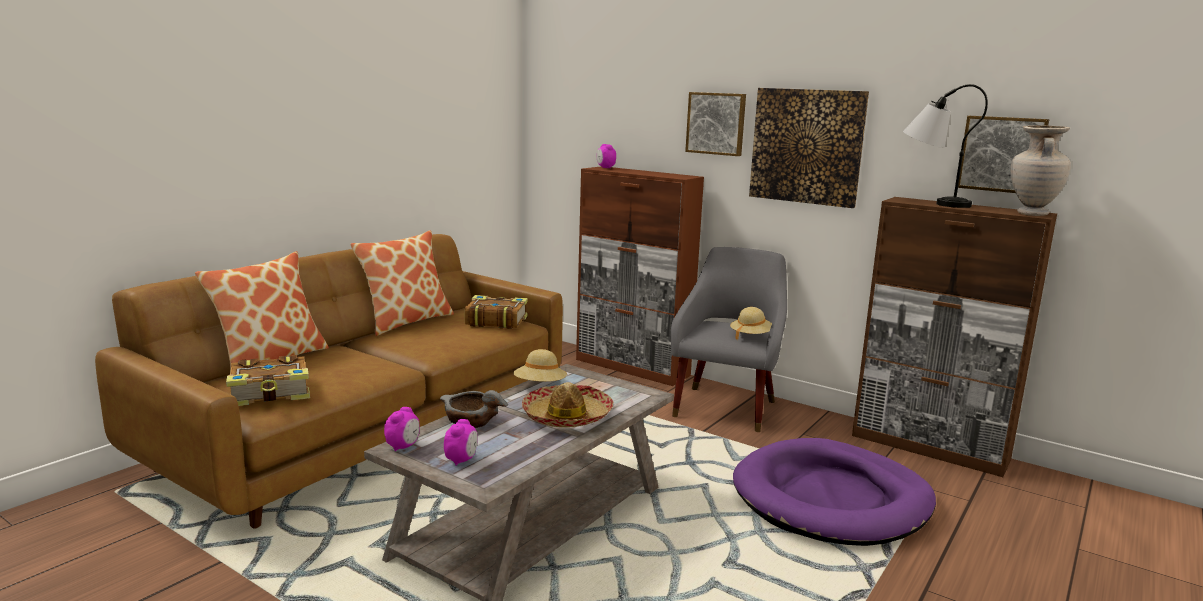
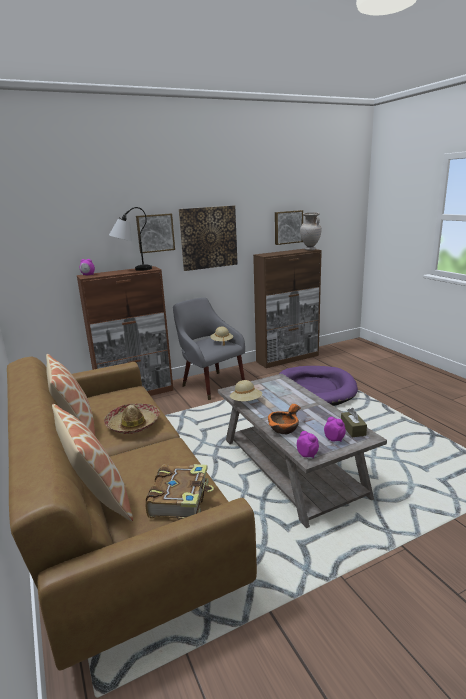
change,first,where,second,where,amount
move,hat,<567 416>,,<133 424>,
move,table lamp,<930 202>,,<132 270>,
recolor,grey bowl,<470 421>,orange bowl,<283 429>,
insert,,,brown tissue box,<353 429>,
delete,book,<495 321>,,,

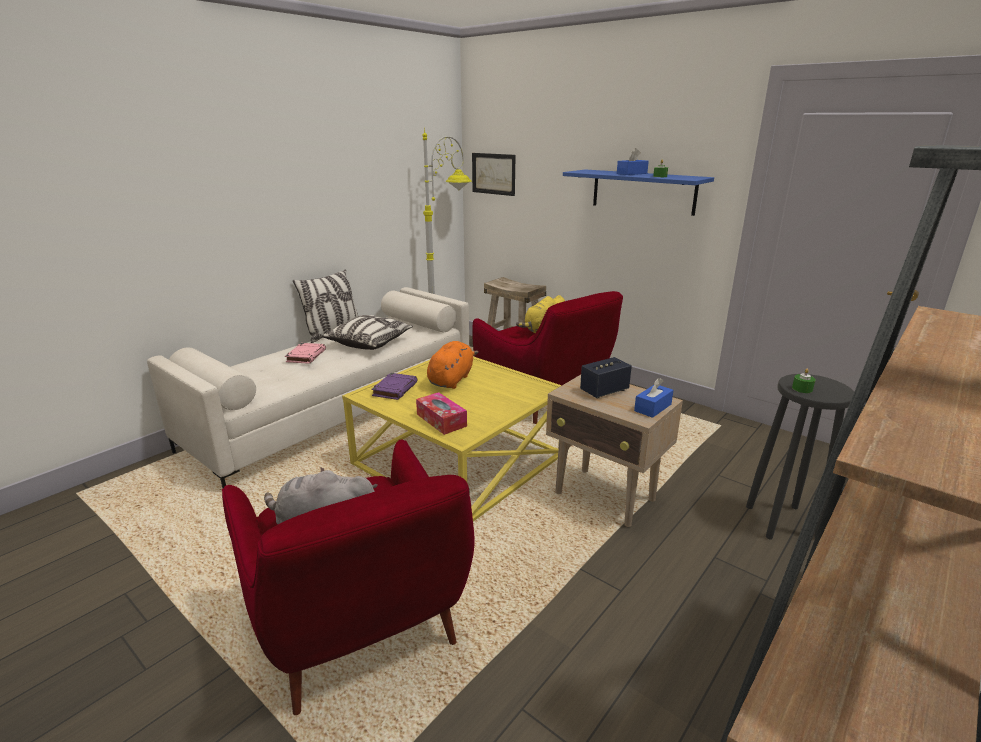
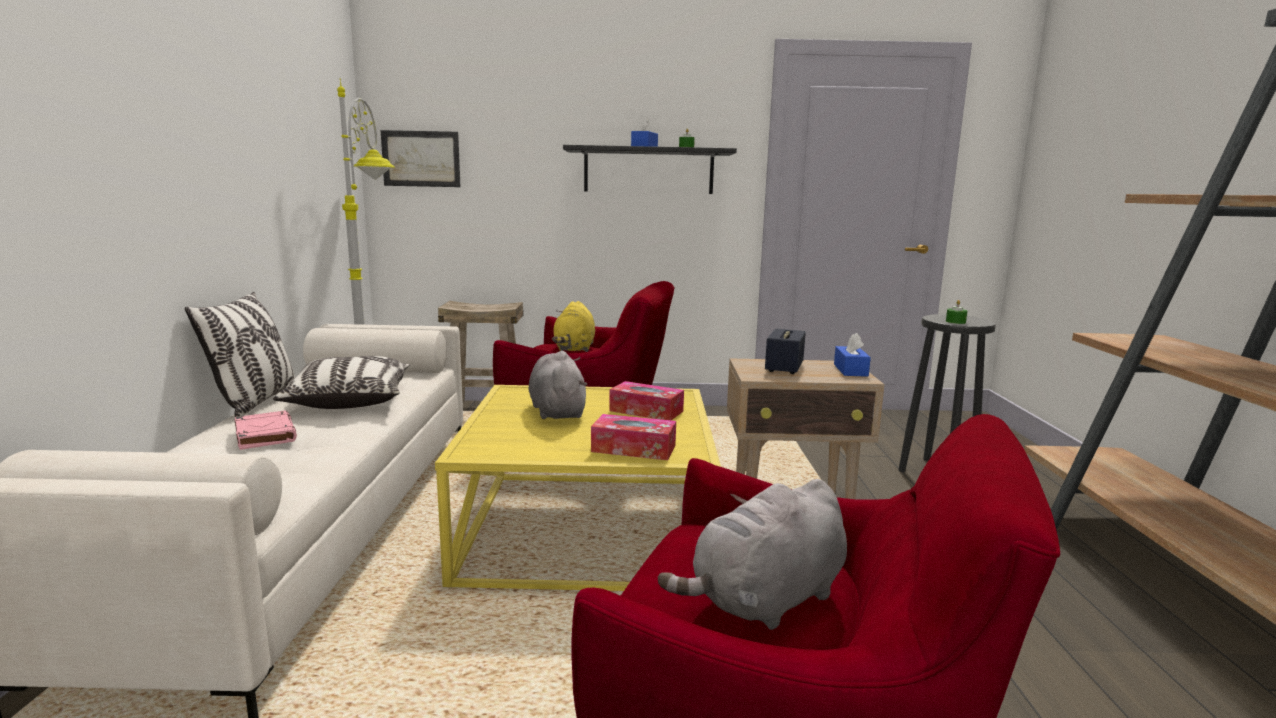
change,first,where,second,where,amount
recolor,orange plush toy,<451 379>,grey plush toy,<557 411>,
recolor,blue shelf,<643 191>,black shelf,<648 171>,
insert,,,tissue box,<646 411>,
delete,purple book,<395 389>,,,

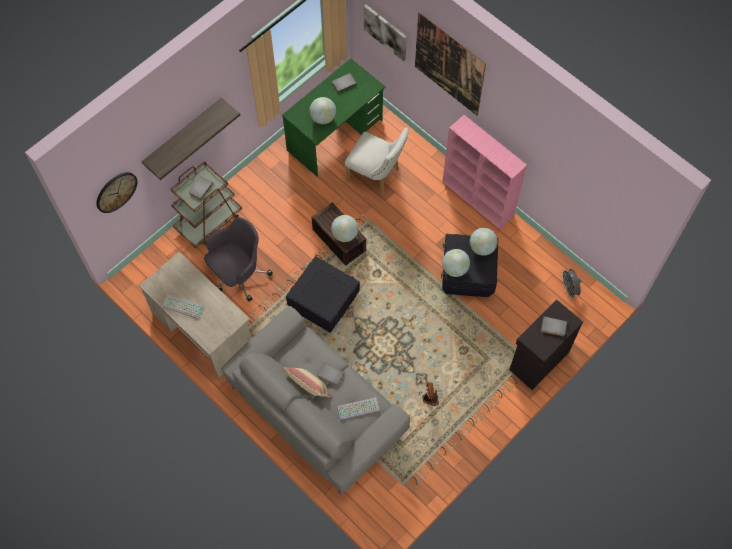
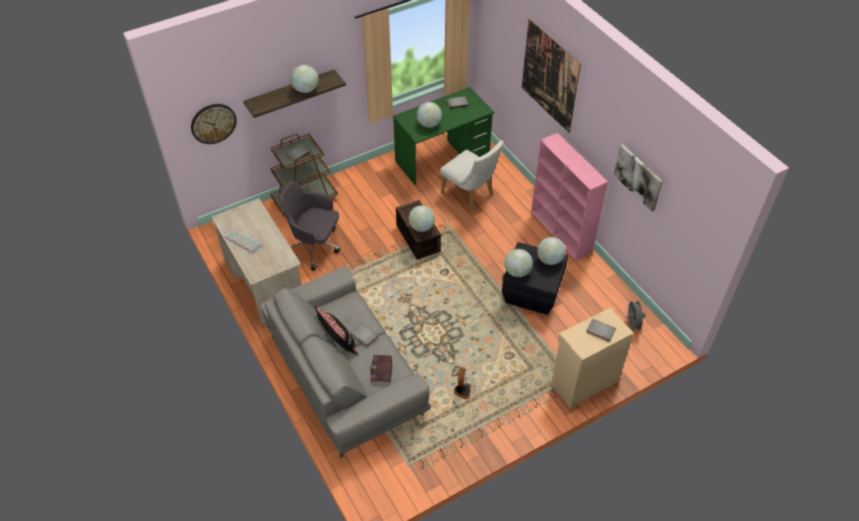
change,first,where,second,where,amount
rotate,grey office chair,<238 274>,,<314 246>,135 degrees counterclockwise
insert,,,globe,<305 90>,
recolor,beige pillow,<309 389>,black pillow,<338 343>,
replace,keyboard,<358 407>,book,<381 370>,
recolor,black cabinet,<538 360>,beige cabinet,<583 382>,
move,picture,<385 32>,,<638 177>,
delete,black storage box,<324 305>,,,

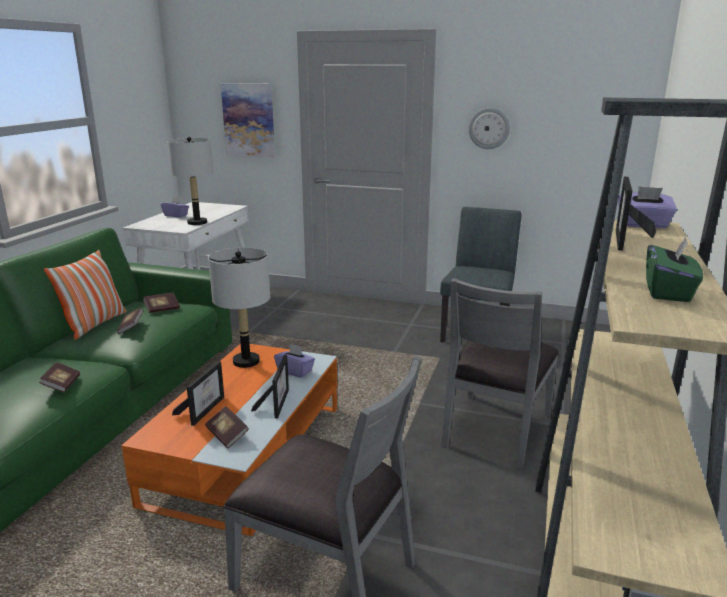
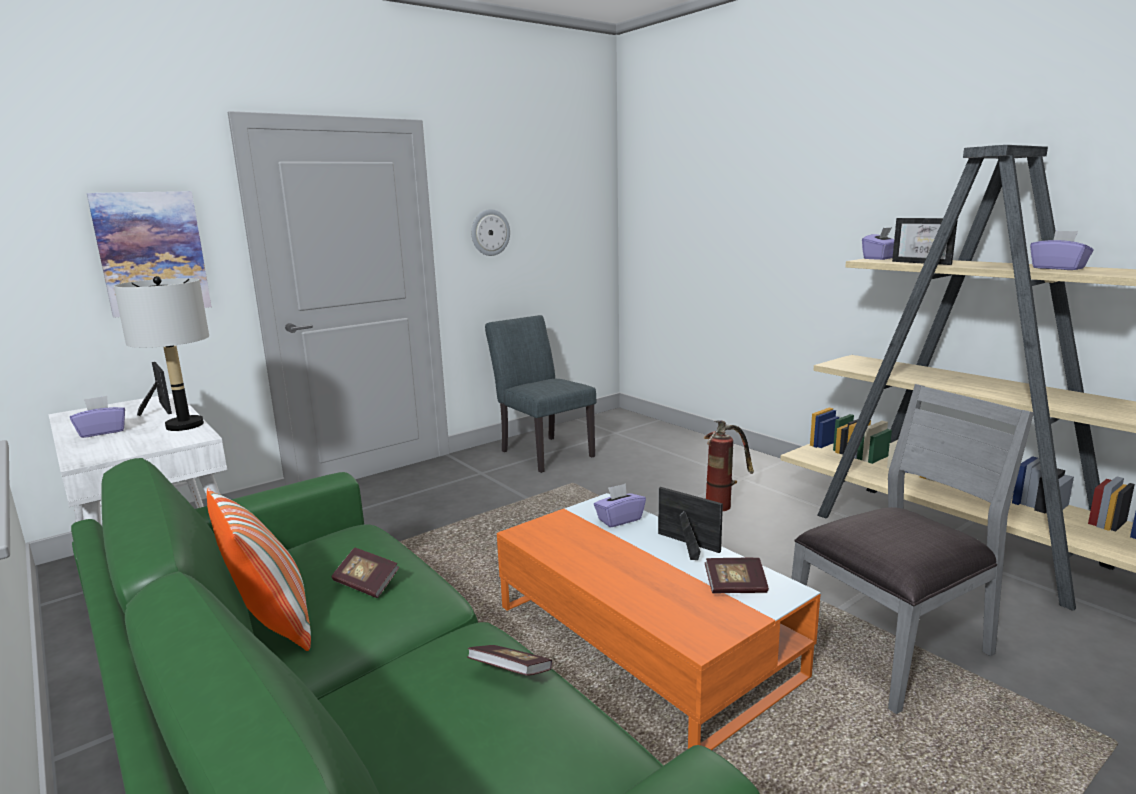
change,first,where,second,where,amount
move,picture frame,<203 409>,,<158 408>,
replace,grey chair,<495 429>,fire extinguisher,<723 502>,
recolor,green tissue box,<668 291>,purple tissue box,<1058 268>,
delete,book,<162 309>,,,
delete,grey table lamp,<246 361>,,,

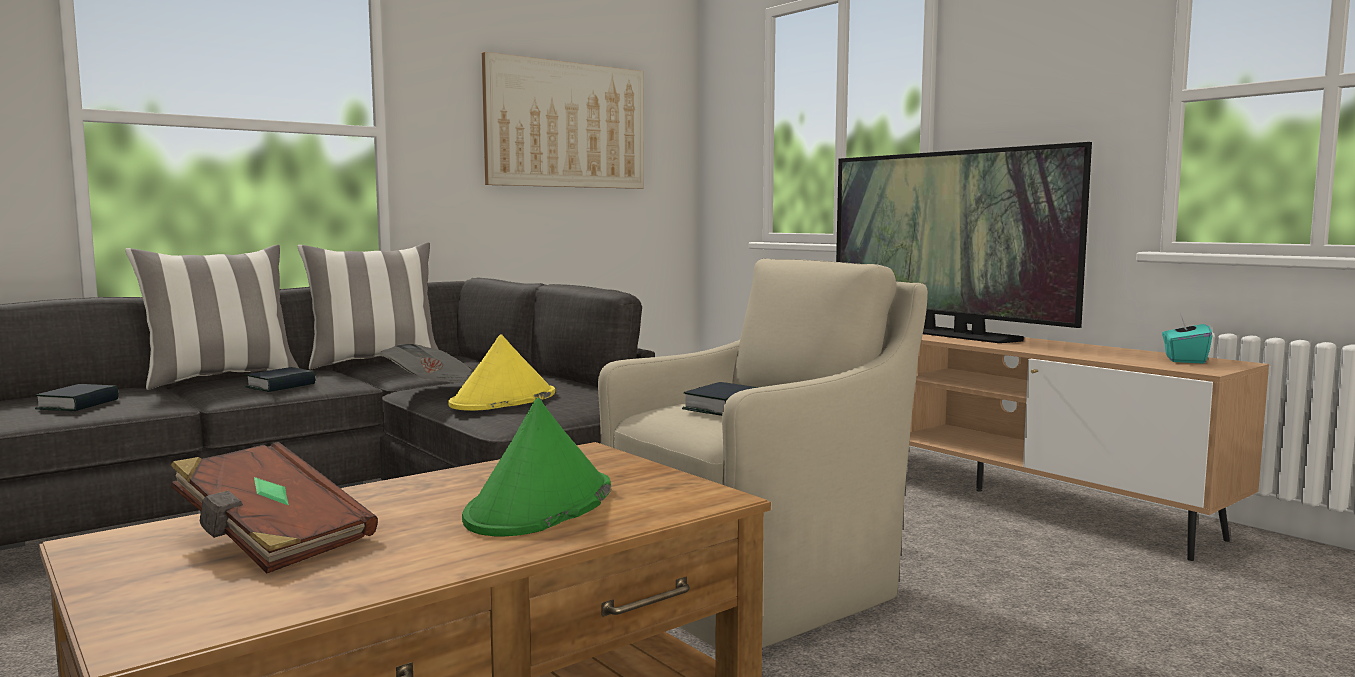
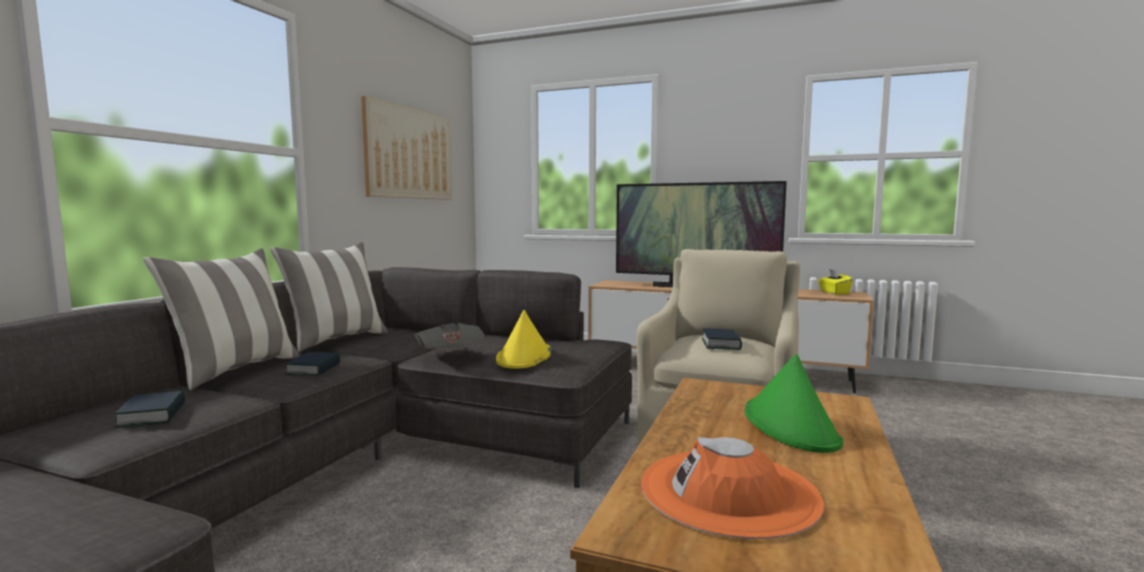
change,first,where,second,where,amount
replace,brown book,<272 540>,orange hat,<728 491>,
recolor,turquoise tissue box,<1184 360>,yellow tissue box,<834 293>,

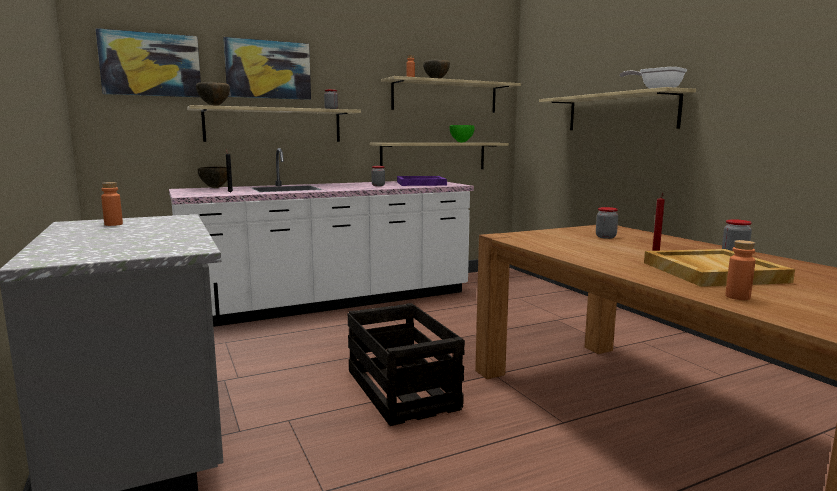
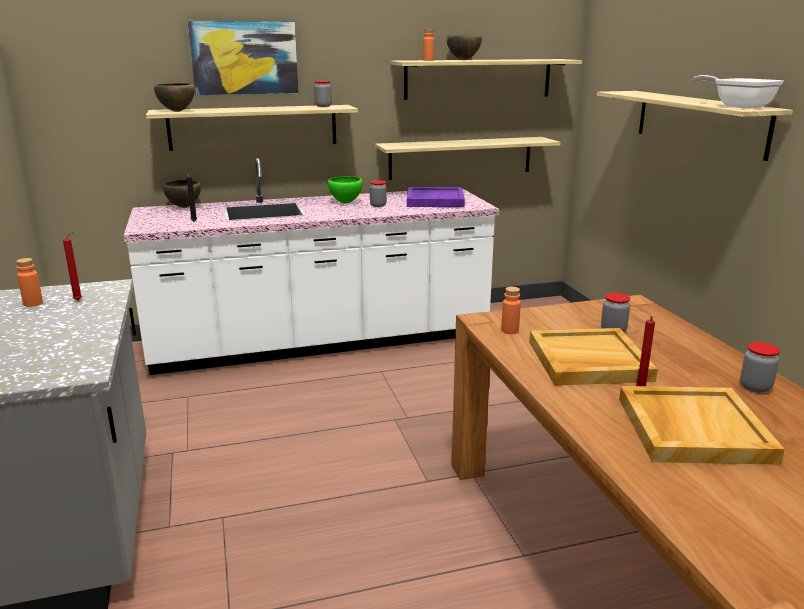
change,first,where,second,where,amount
insert,,,red candle,<79 300>,
move,green bowl,<462 142>,,<346 203>,
move,orange bottle,<737 297>,,<510 330>,
insert,,,beige tray,<587 361>,
delete,picture,<151 64>,,,
delete,crate,<402 390>,,,

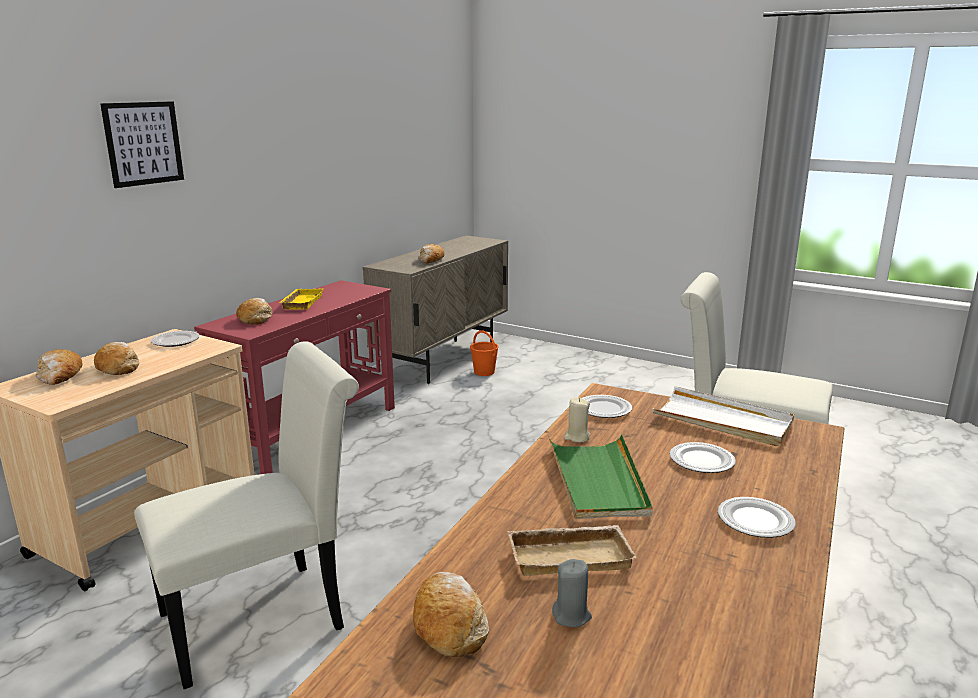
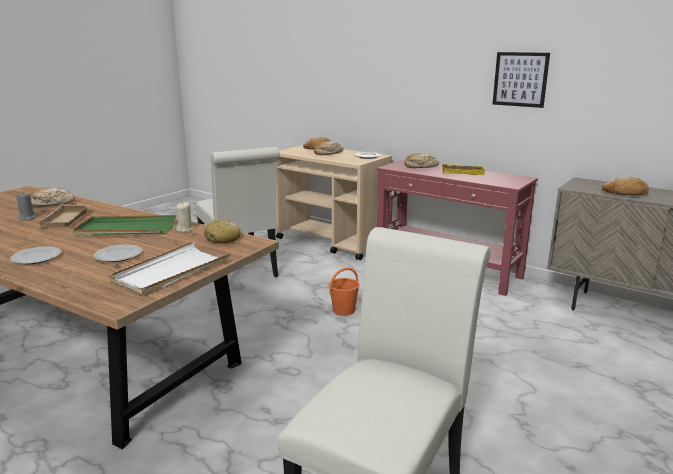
change,first,where,second,where,amount
replace,plate,<603 409>,bread,<223 239>,
move,orange bucket,<484 372>,,<343 311>,
move,picture,<143 143>,,<520 79>,

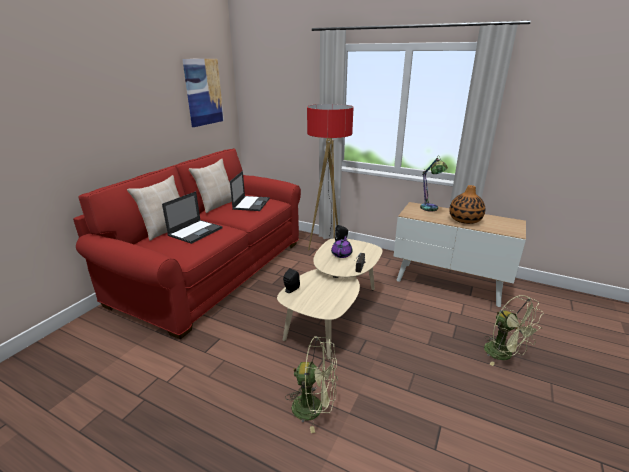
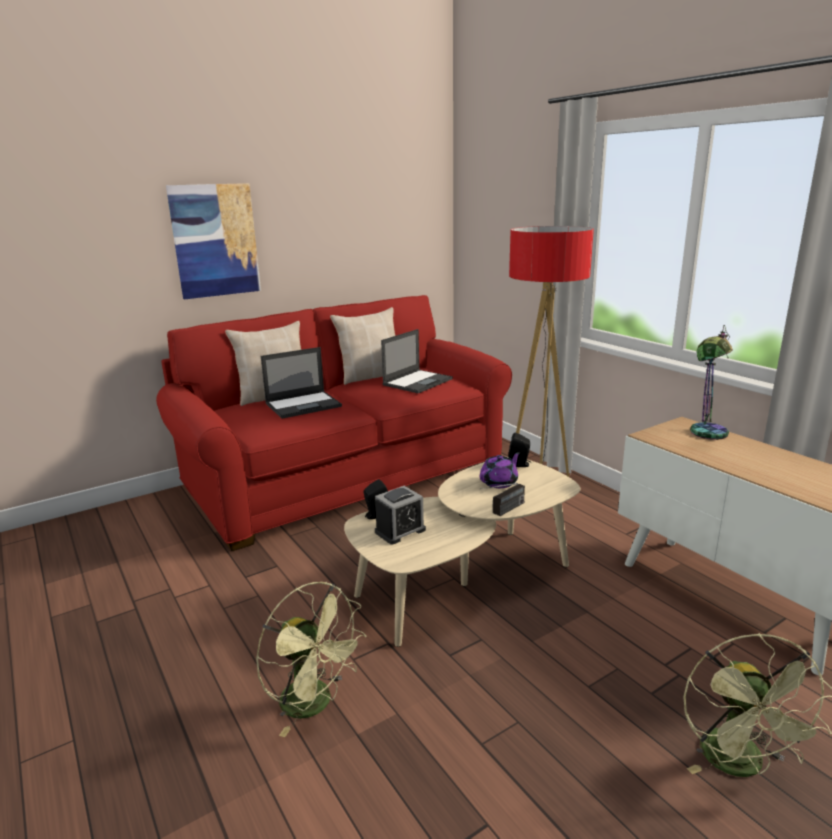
change,first,where,second,where,amount
move,picture,<203 92>,,<215 241>,
insert,,,alarm clock,<400 531>,
delete,vase,<465 220>,,,

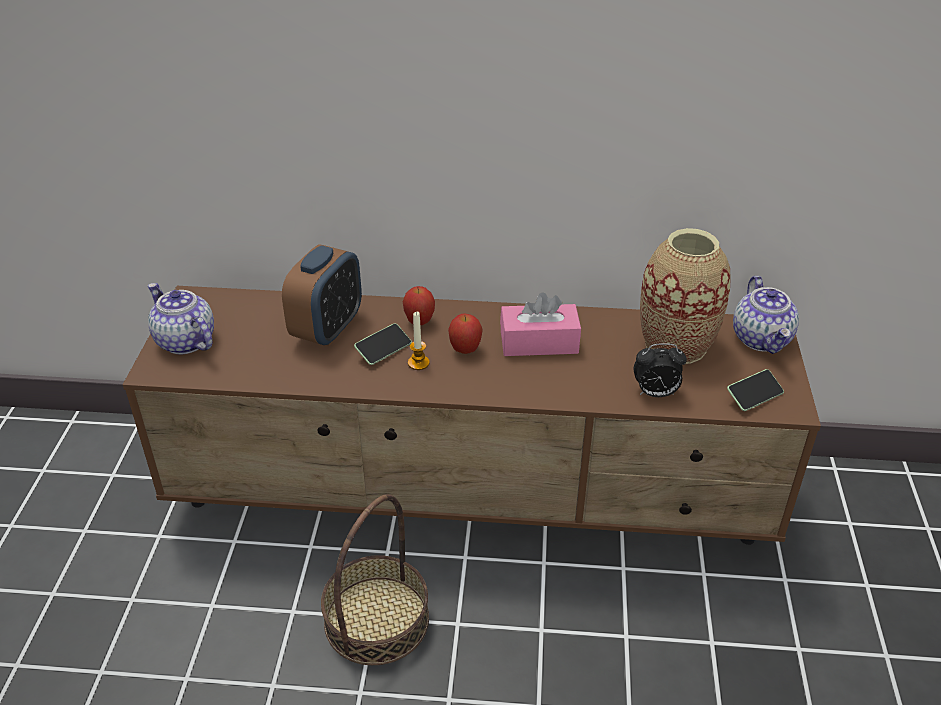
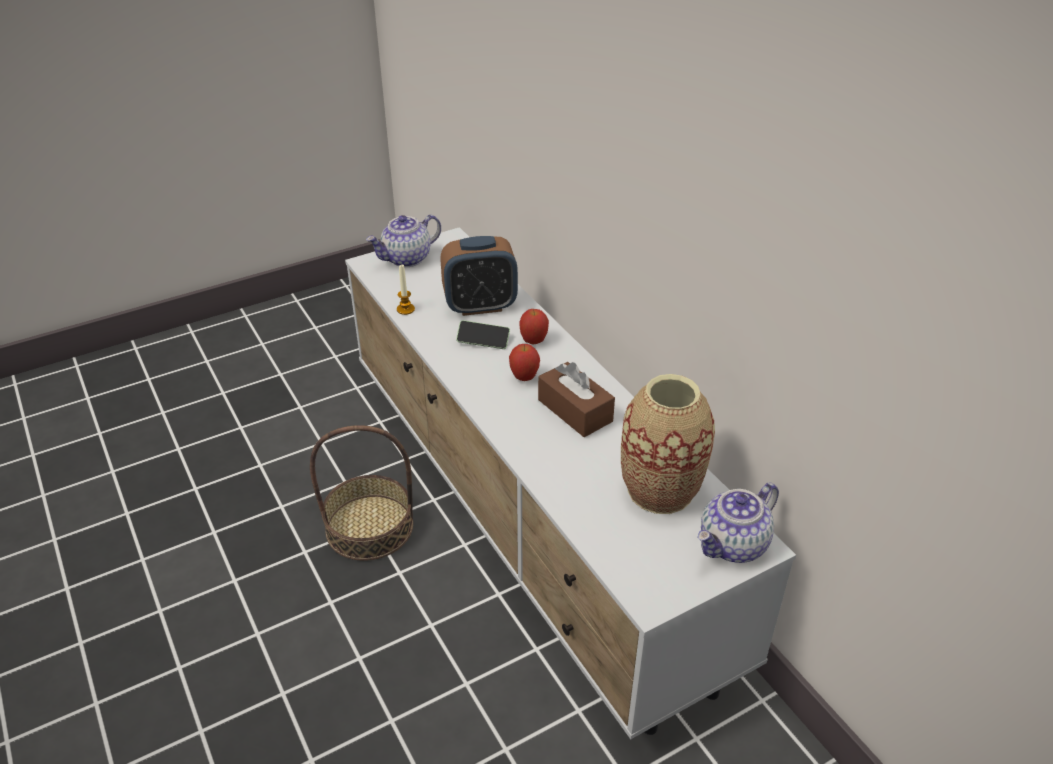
change,first,where,second,where,amount
recolor,brown tv stand,<473 496>,white tv stand,<528 518>,
rotate,teapot,<184 341>,,<406 259>,135 degrees counterclockwise
move,candle,<418 363>,,<405 309>,
recolor,pink tissue box,<539 342>,brown tissue box,<575 410>,
delete,alarm clock,<655 393>,,,
delete,phone,<754 396>,,,

